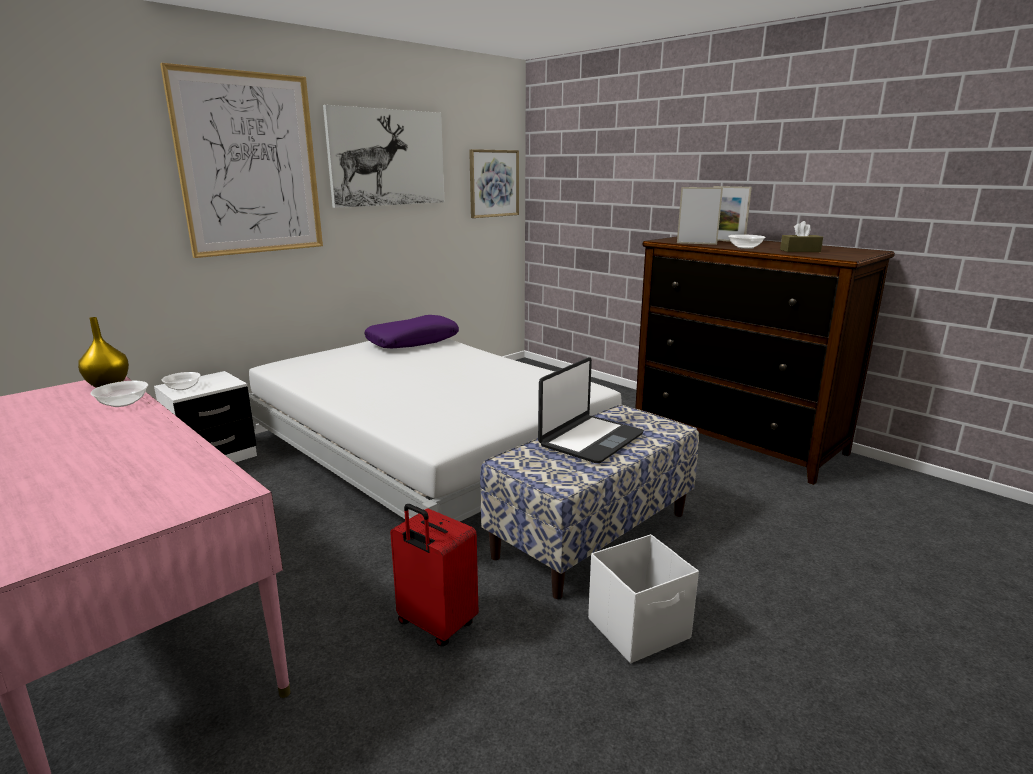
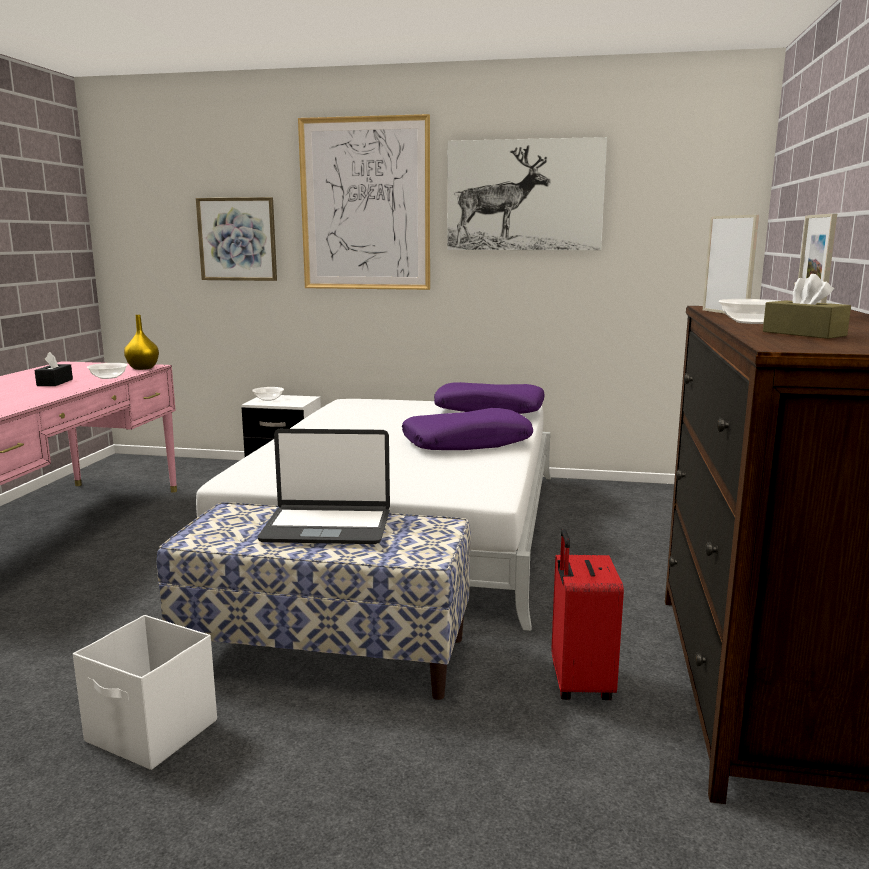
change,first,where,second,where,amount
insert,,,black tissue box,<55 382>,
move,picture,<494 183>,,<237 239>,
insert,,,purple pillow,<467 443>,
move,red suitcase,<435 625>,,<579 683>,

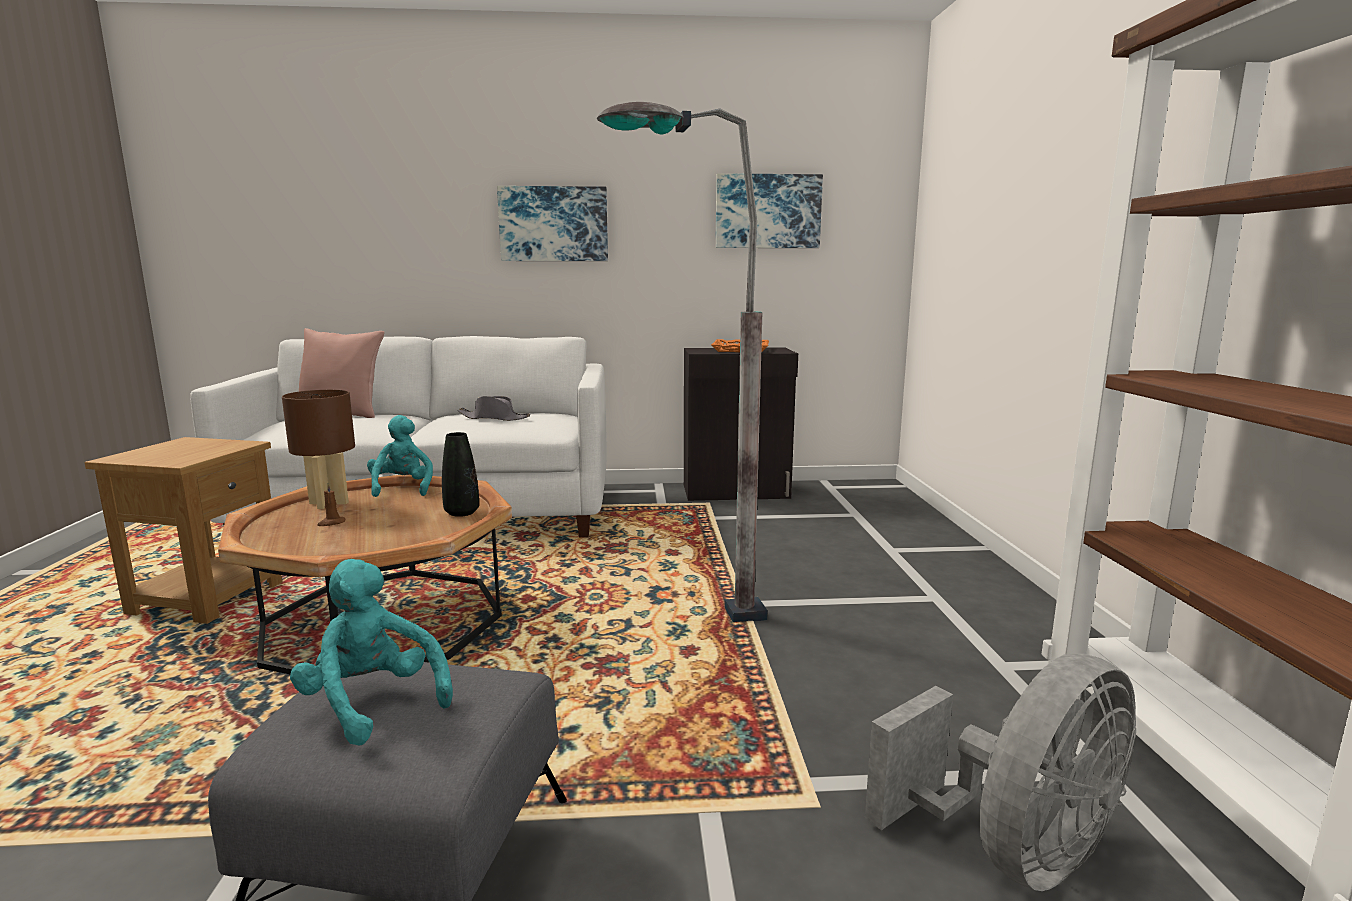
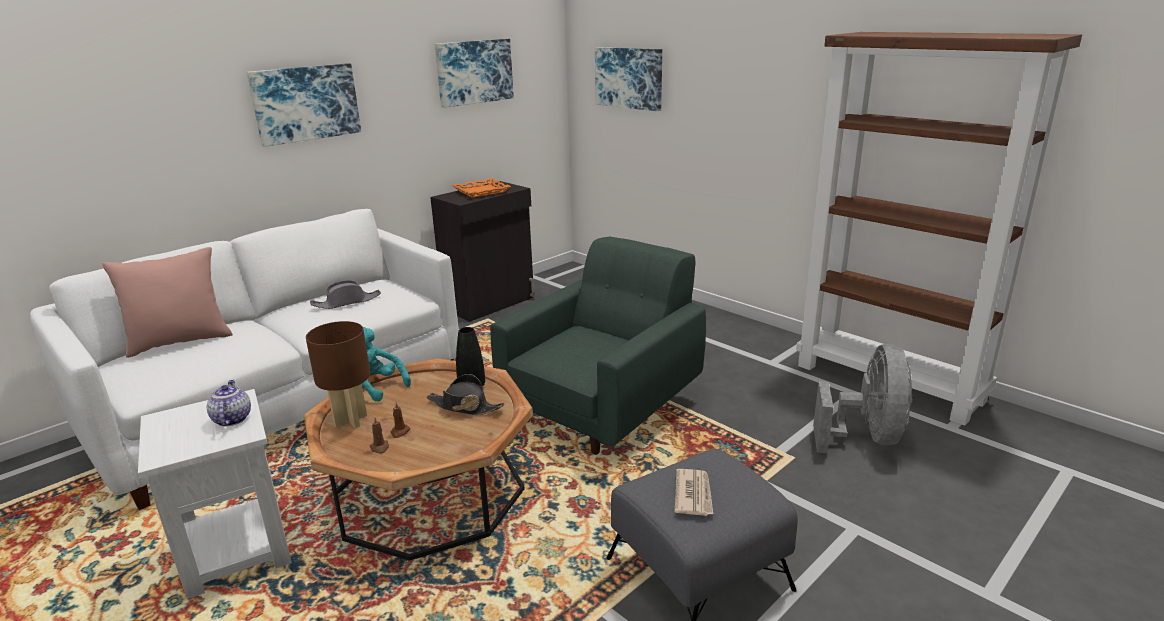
change,first,where,second,where,amount
recolor,brown side table,<208 597>,white side table,<236 550>,
insert,,,teapot,<232 419>,
insert,,,brown candle,<380 448>,
insert,,,black hat,<464 406>,
replace,grey floor lamp,<675 620>,green armchair,<604 406>,
insert,,,picture,<629 78>,
replace,turquoise plush toy,<372 702>,newspaper,<693 494>,

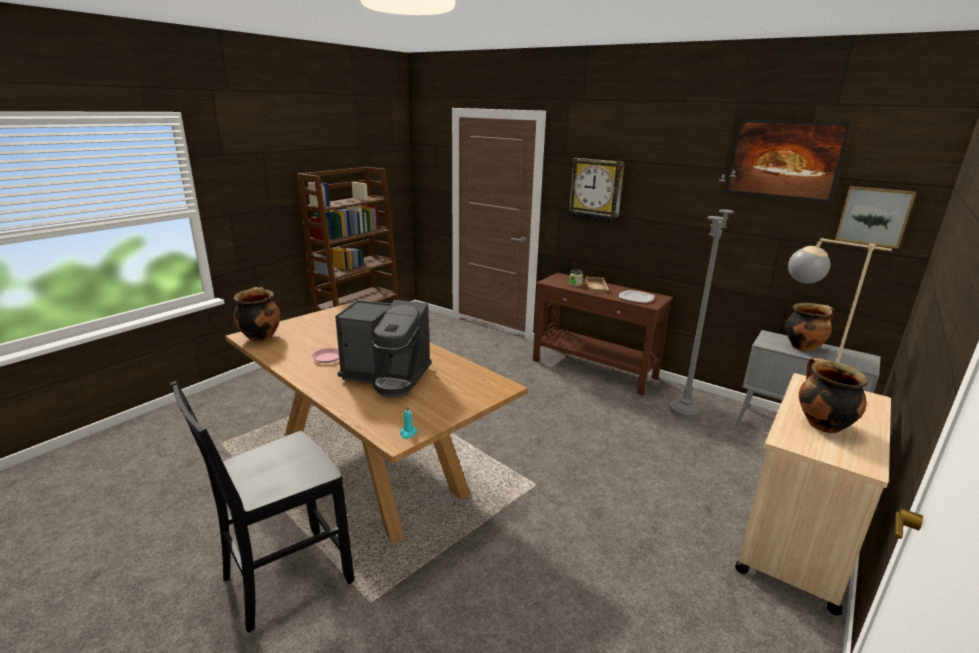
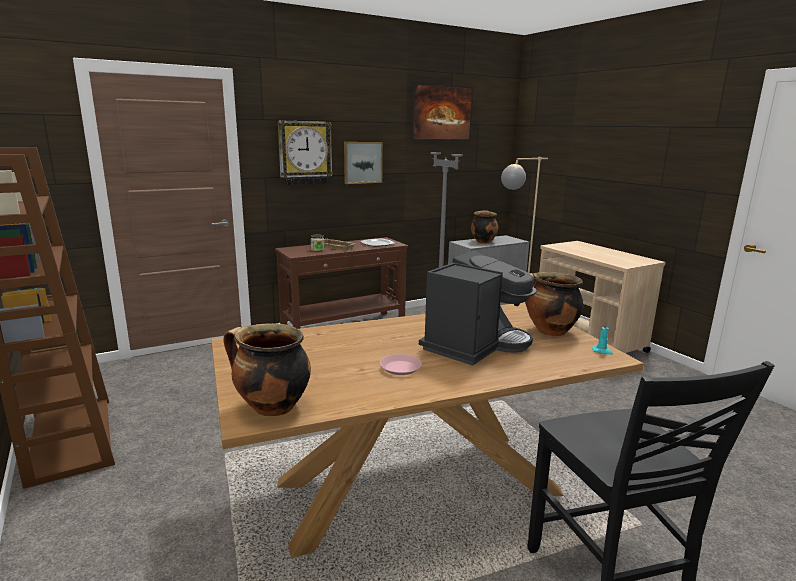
change,first,where,second,where,amount
move,picture,<873 216>,,<362 162>,
move,cooking pot,<821 424>,,<549 331>,

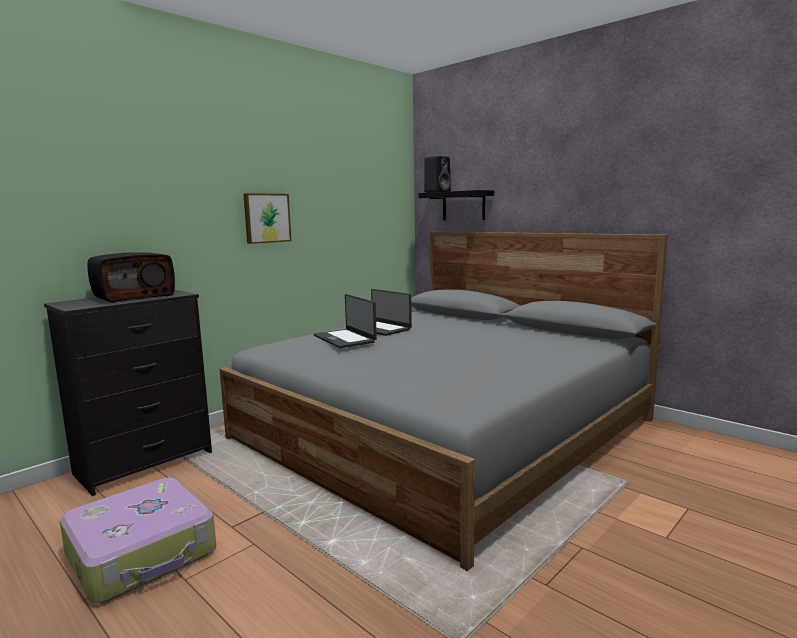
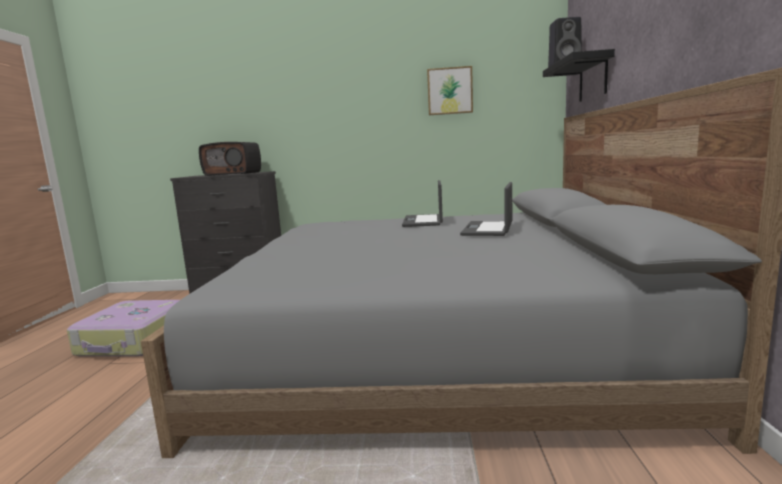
change,first,where,second,where,amount
move,picture,<266 218>,,<449 91>,
move,laptop,<345 339>,,<489 229>,

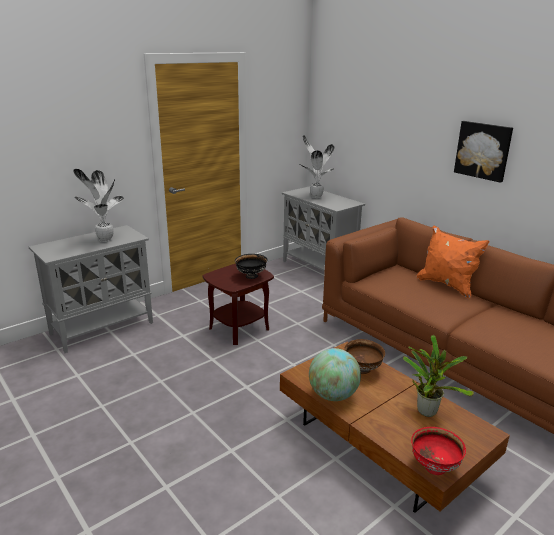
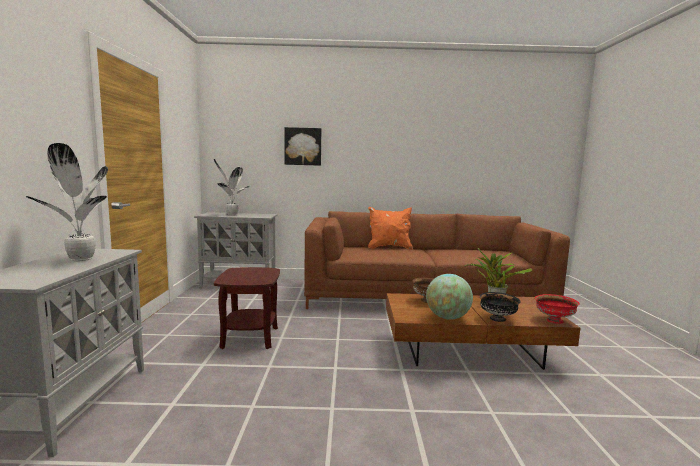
change,first,where,second,where,amount
move,picture,<483 150>,,<303 146>,
move,black bowl,<251 276>,,<498 319>,

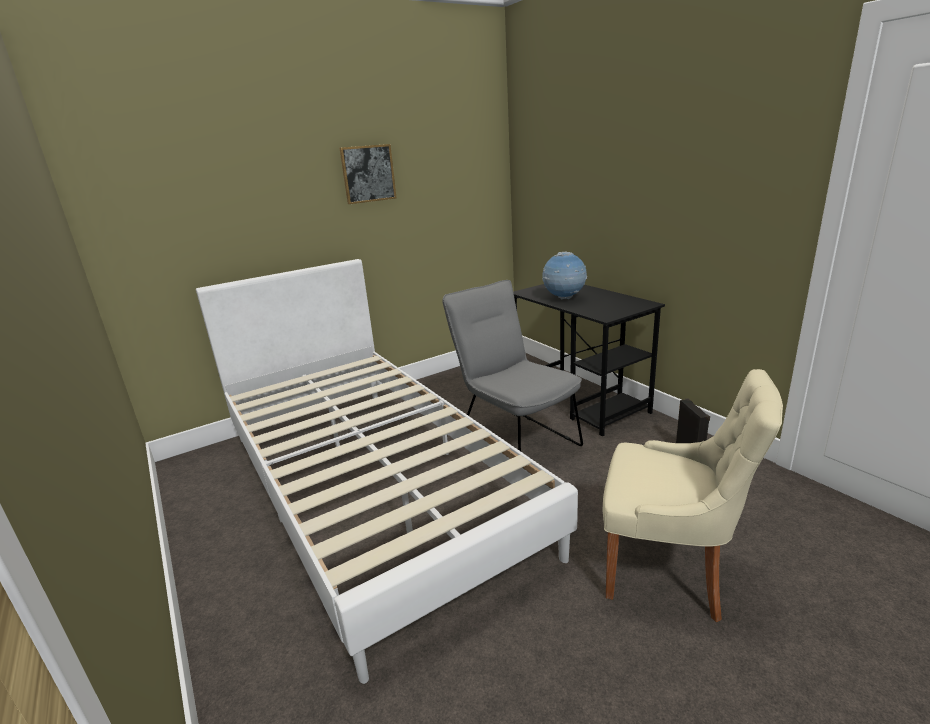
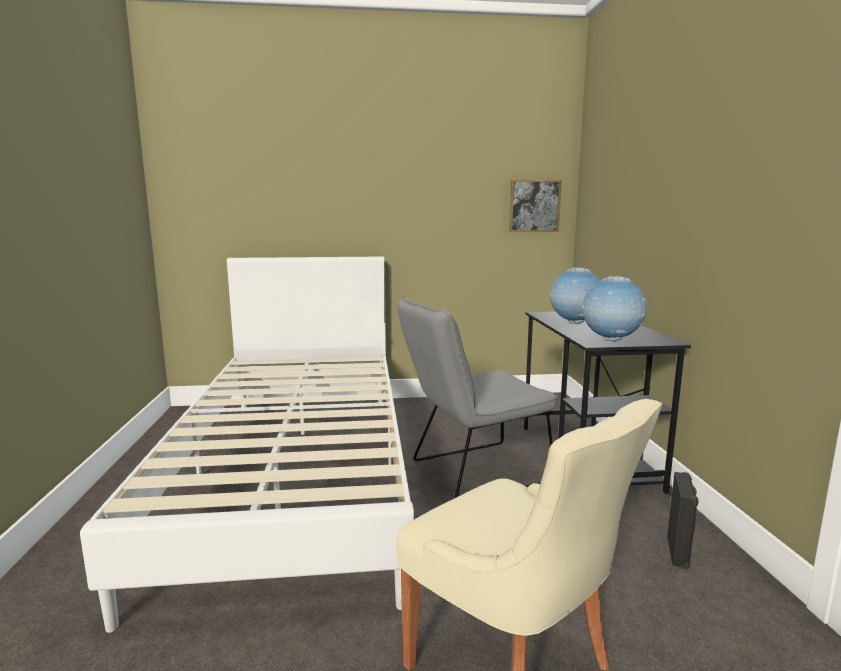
change,first,where,second,where,amount
rotate,grey chair,<514 439>,,<472 473>,105 degrees counterclockwise
move,picture,<368 174>,,<534 206>,
insert,,,globe,<611 341>,

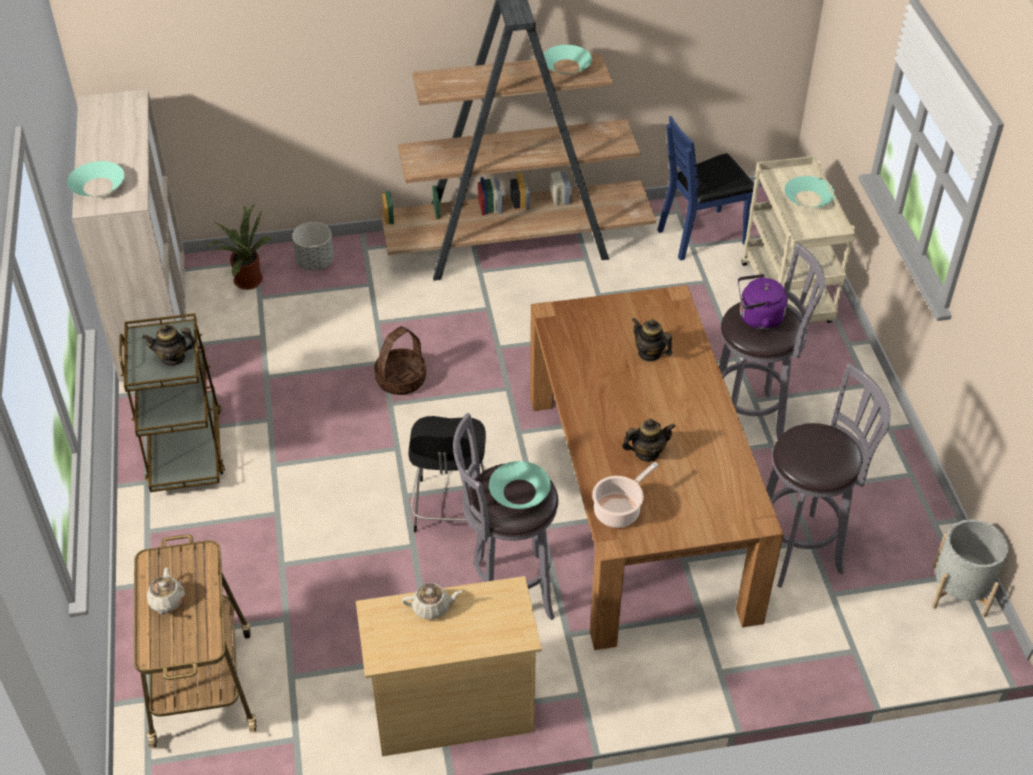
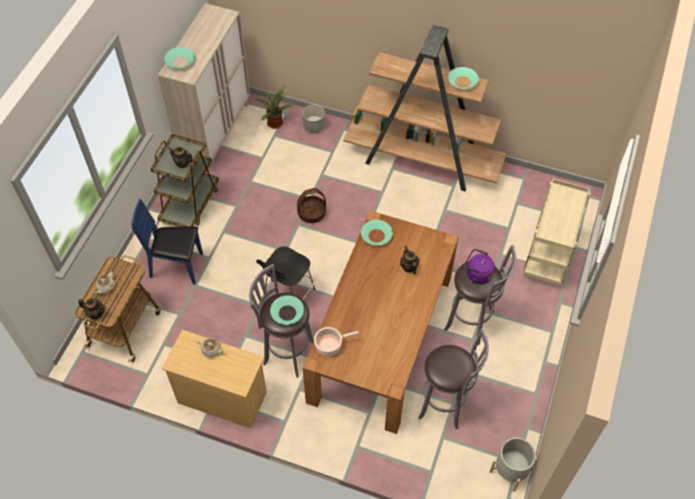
change,first,where,second,where,amount
move,teapot,<647 452>,,<95 313>,
move,blue chair,<702 236>,,<177 266>,
move,turquoise bowl,<808 199>,,<376 235>,

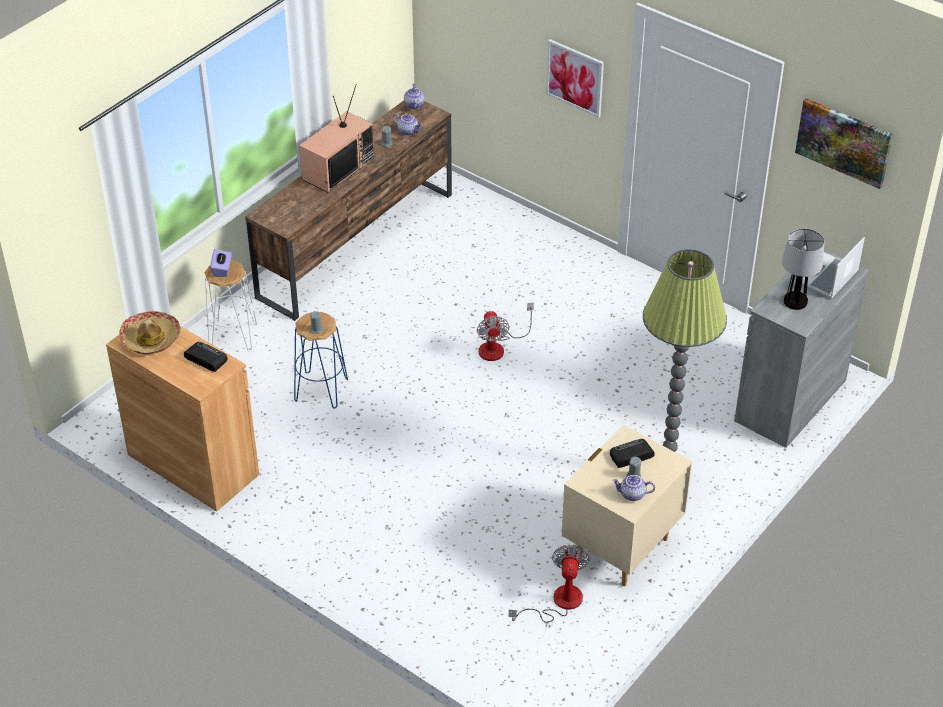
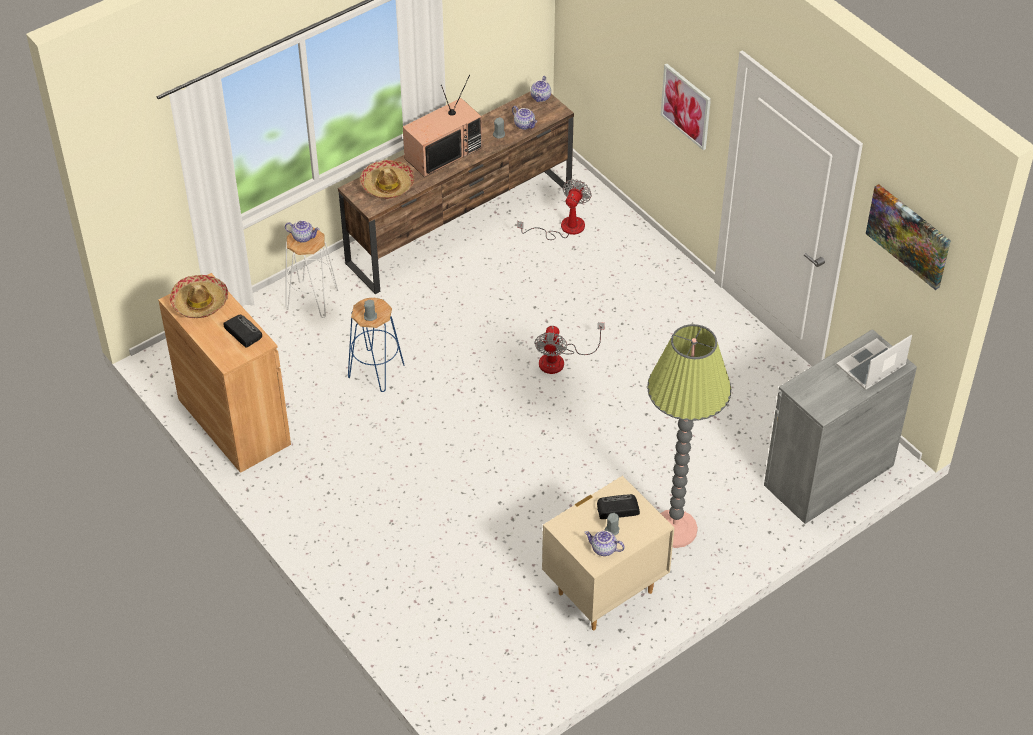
change,first,where,second,where,amount
replace,purple tissue box,<222 269>,teapot,<303 237>,
insert,,,hat,<387 185>,
move,fan,<558 602>,,<563 228>,
delete,table lamp,<796 301>,,,

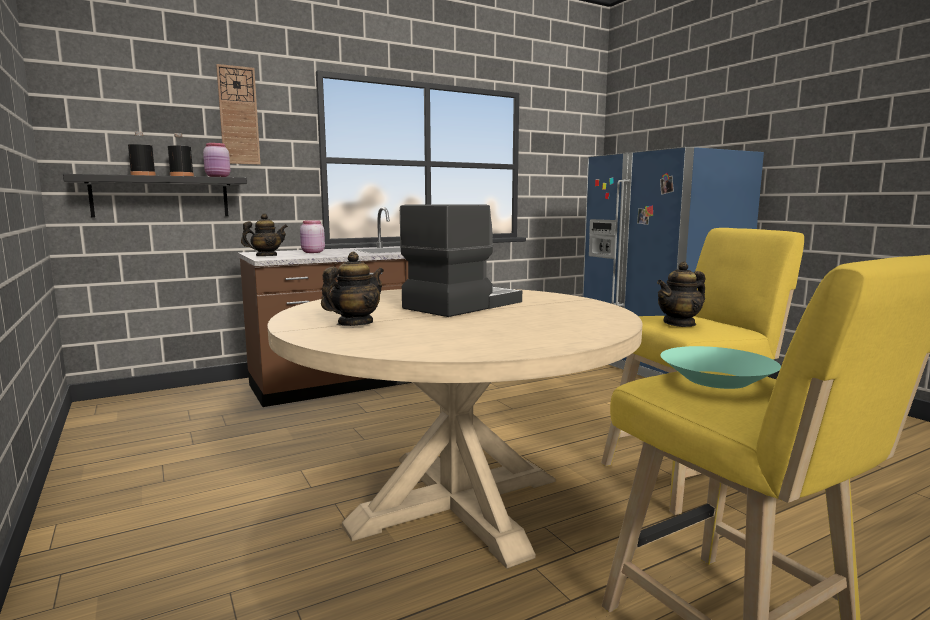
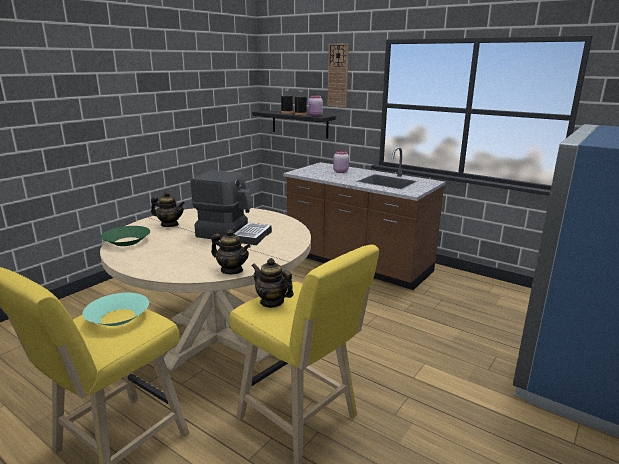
change,first,where,second,where,amount
insert,,,green bowl,<127 241>,
move,teapot,<266 256>,,<232 270>,

